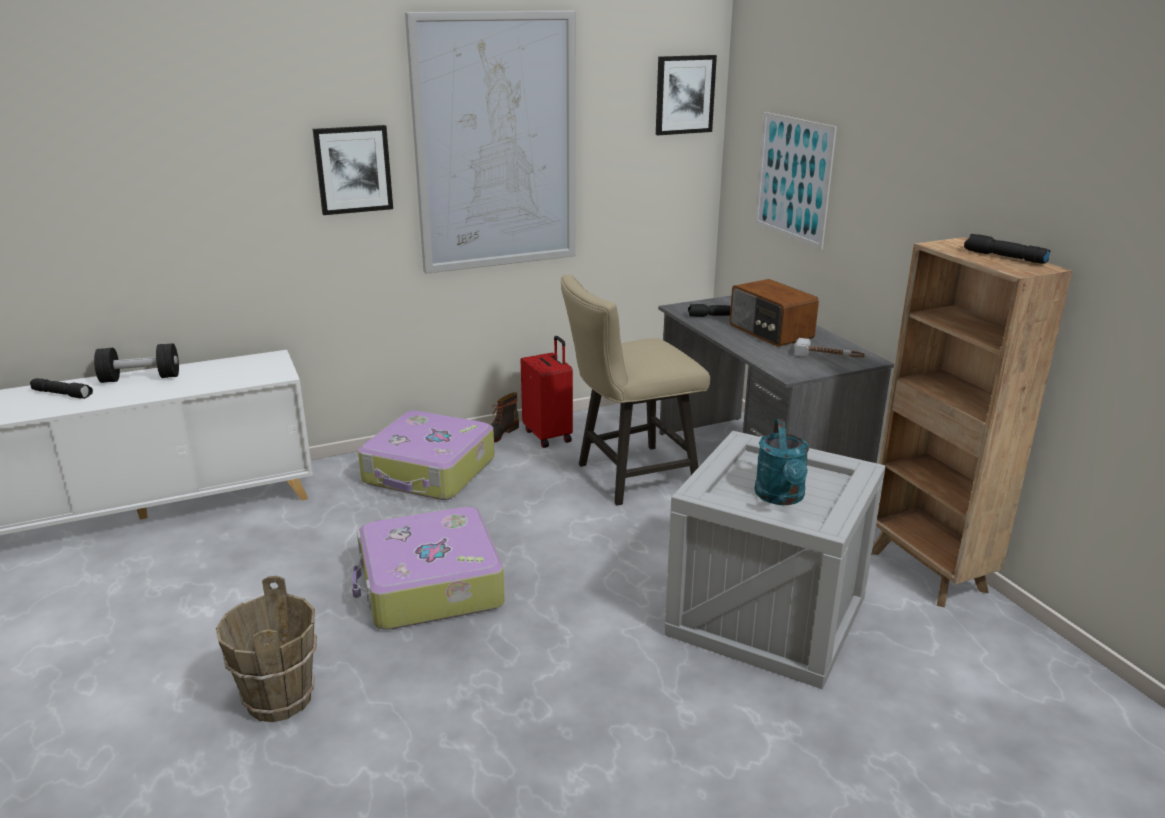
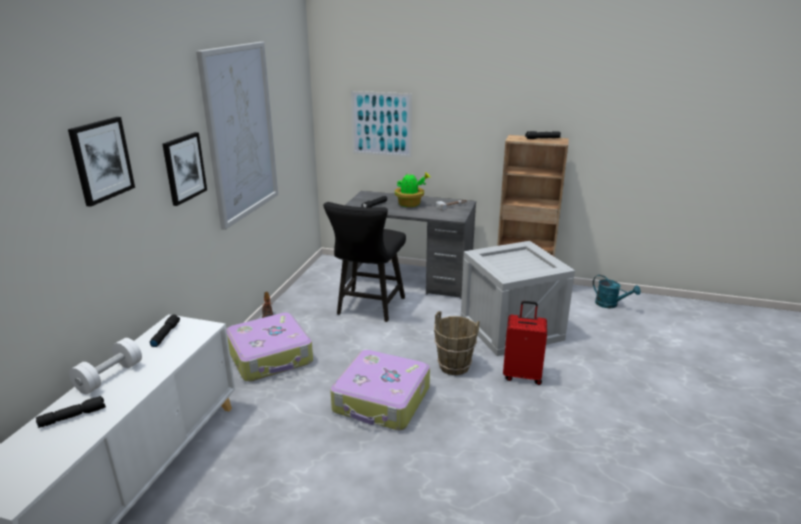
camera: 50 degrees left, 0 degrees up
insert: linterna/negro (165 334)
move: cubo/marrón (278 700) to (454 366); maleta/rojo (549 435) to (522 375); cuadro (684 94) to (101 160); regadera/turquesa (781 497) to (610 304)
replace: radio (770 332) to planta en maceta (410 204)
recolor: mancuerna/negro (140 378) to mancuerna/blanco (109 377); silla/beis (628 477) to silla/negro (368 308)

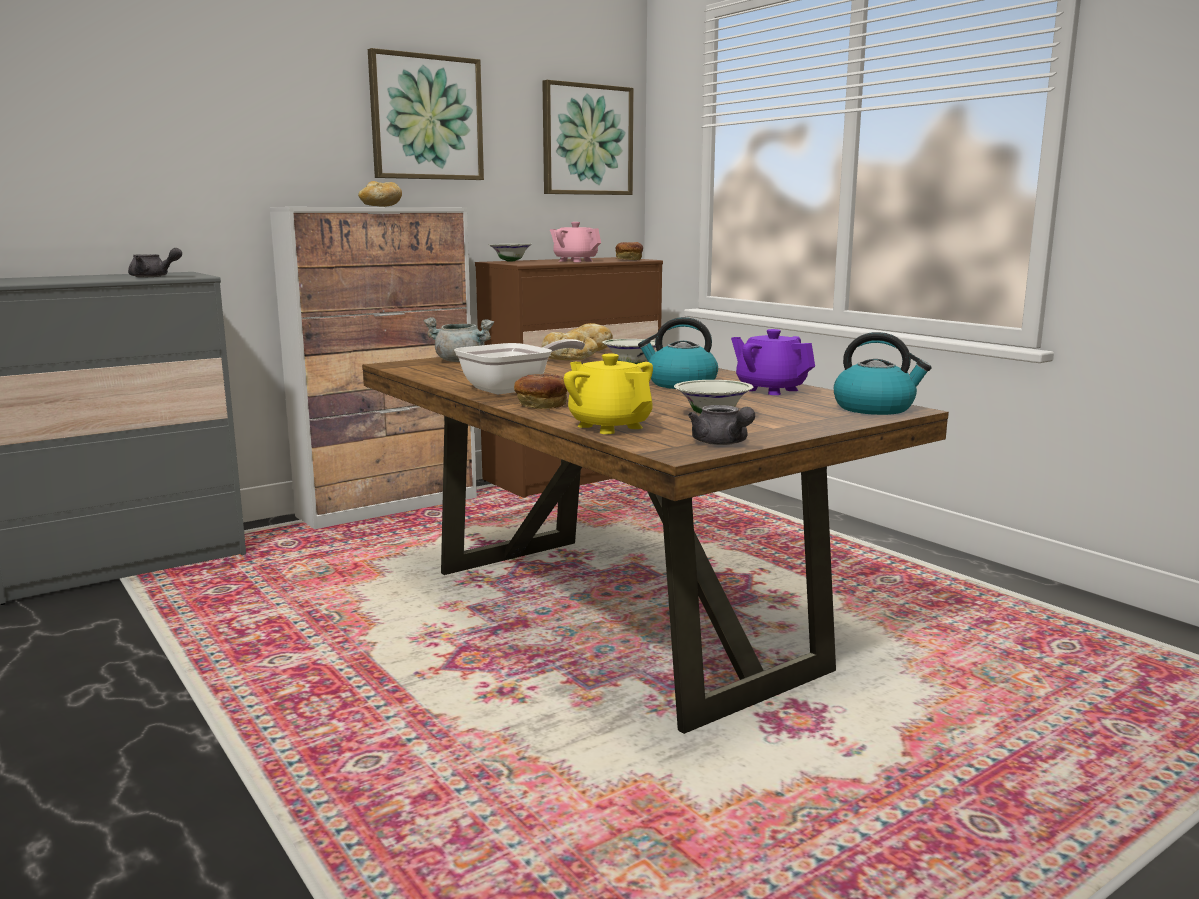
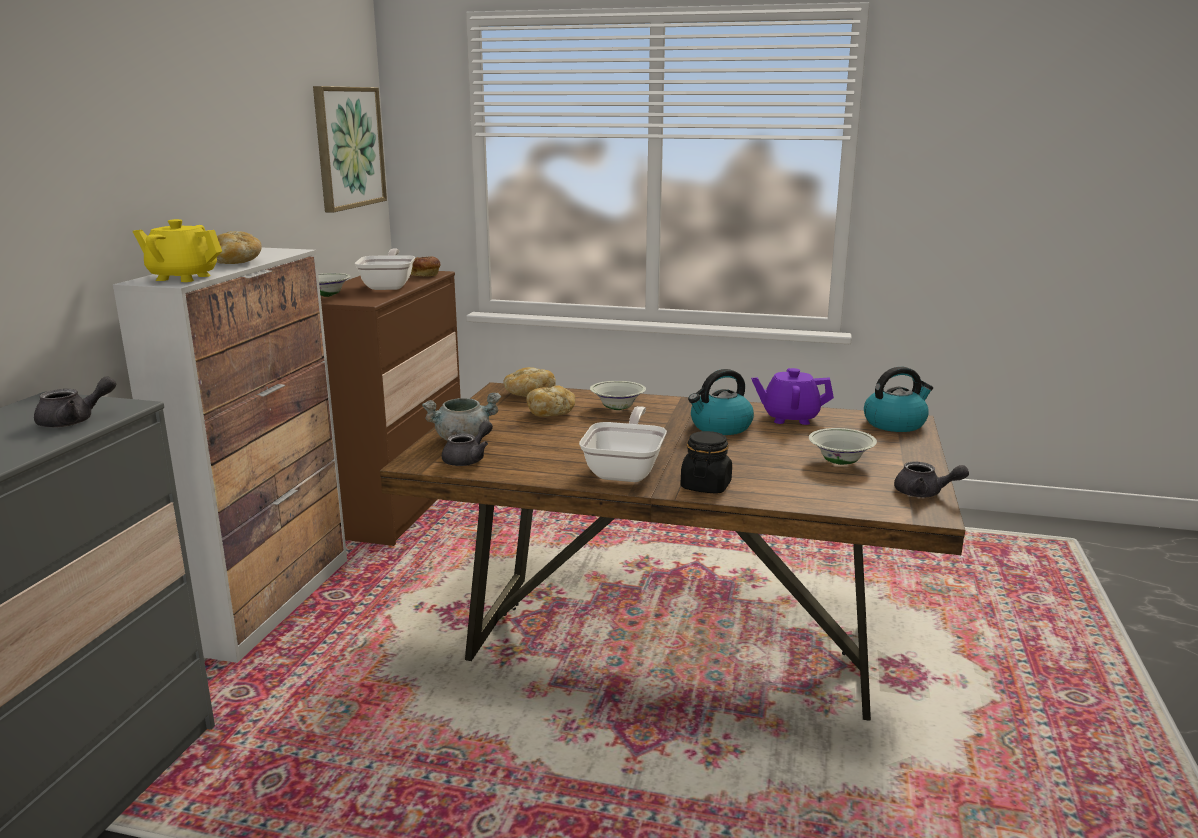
camera: 40 degrees left, 5 degrees up
delete: cuadro (426 118)
insert: tetera/gris (468 459)
move: tetera/amarillo (609 426) to (183 277)
replace: pan (541 405) to tarro/negro (706 486); tetera/rosa (575 261) to sartén (389 286)

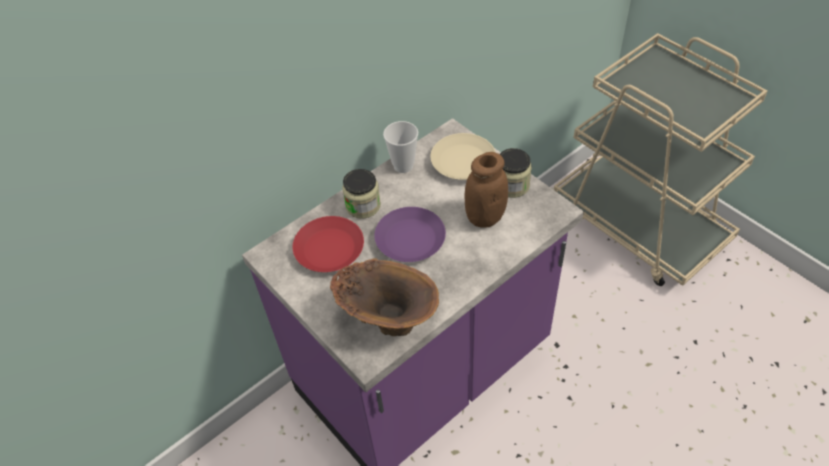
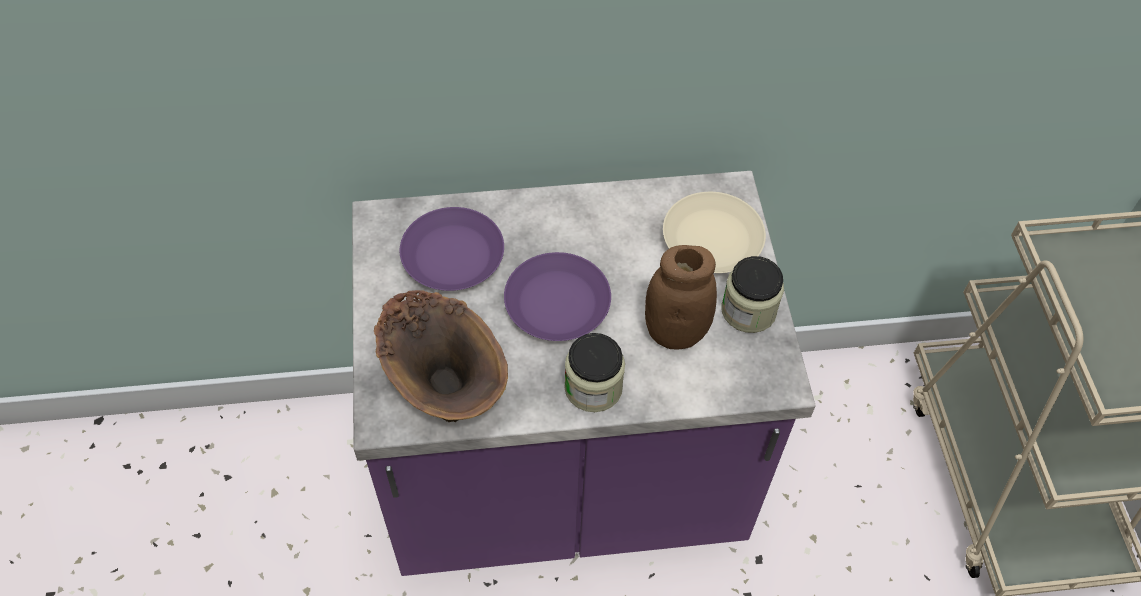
camera: 30 degrees right, 5 degrees up
delete: taza (403 166)
move: tarro (363 206) to (593 387)
recolor: plato/rojo (329 249) to plato/morado (452 257)

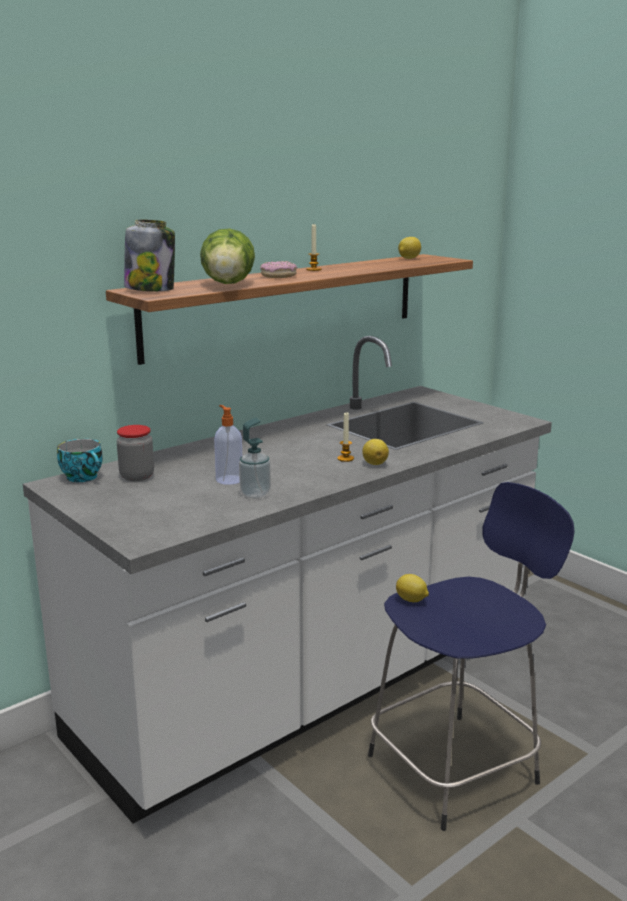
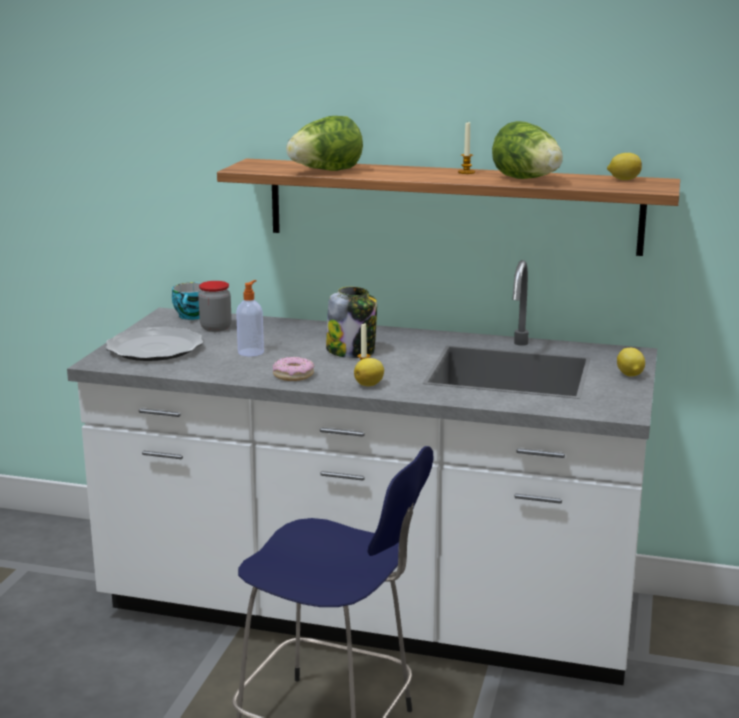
camera: 55 degrees right, 0 degrees up
delete: dispensador de jabón (255 494)
insert: plato (155 348); lechuga (527 179)
move: tarro (150 289) to (351 351); rosquilla (278 276) to (293 375); limón (411 600) to (629 375)

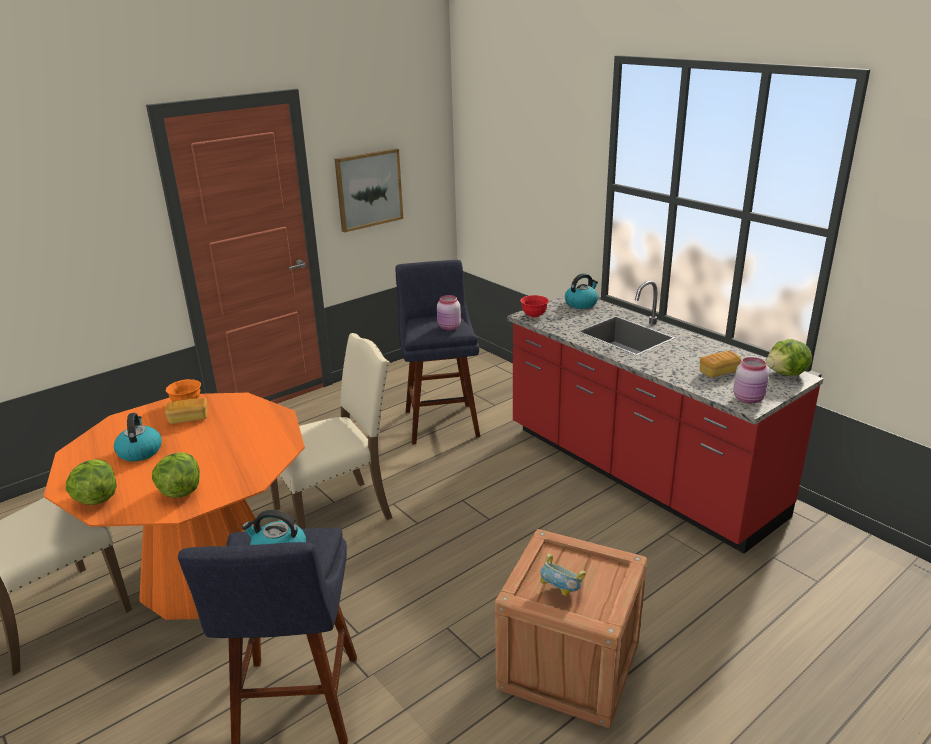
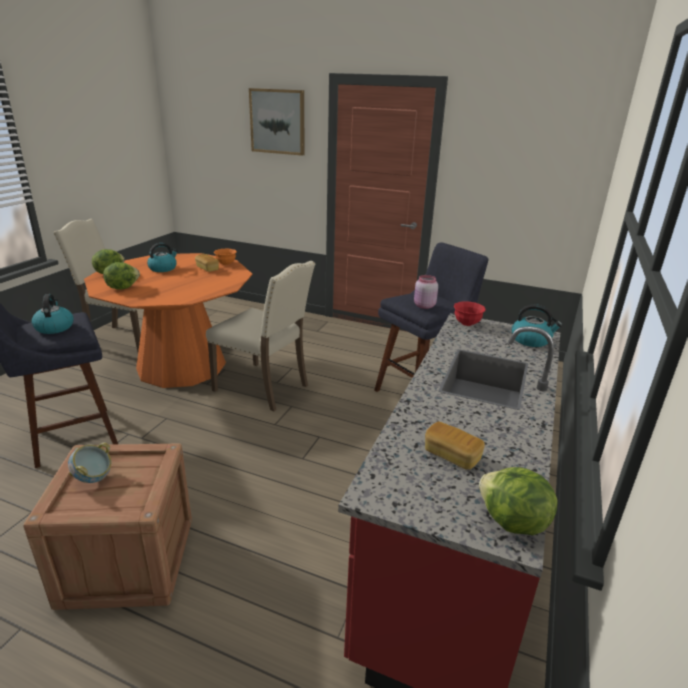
camera: 60 degrees right, 0 degrees up
delete: tarro/rosa (749 399)
move: cuadro (368 189) to (277 121)

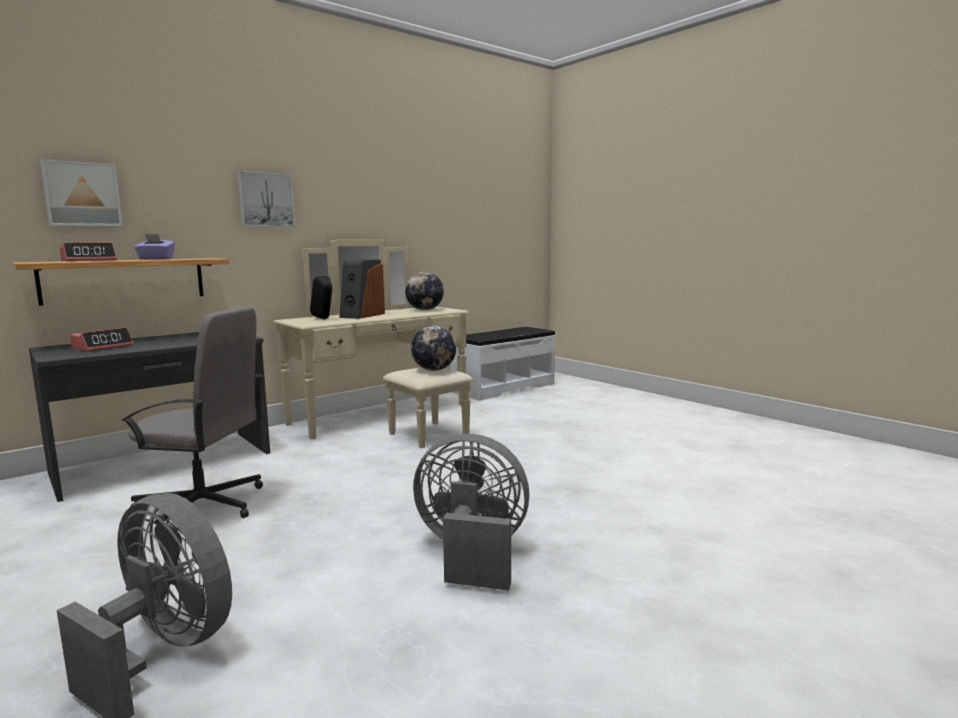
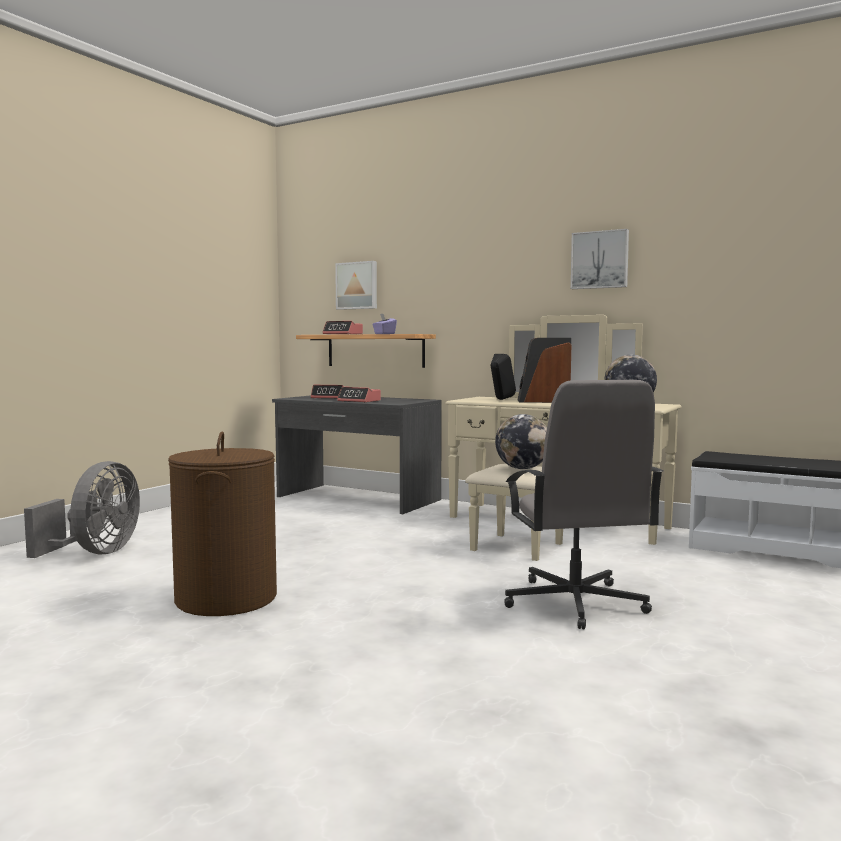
camera: 70 degrees right, 5 degrees down
insert: despertador (359 401)
move: silla de oficina/gris (203 506) to (574 603); cuadro (265 200) to (600 260)
replace: ventilador/gris (471 554) to cesto de la ropa/marrón (226 598)

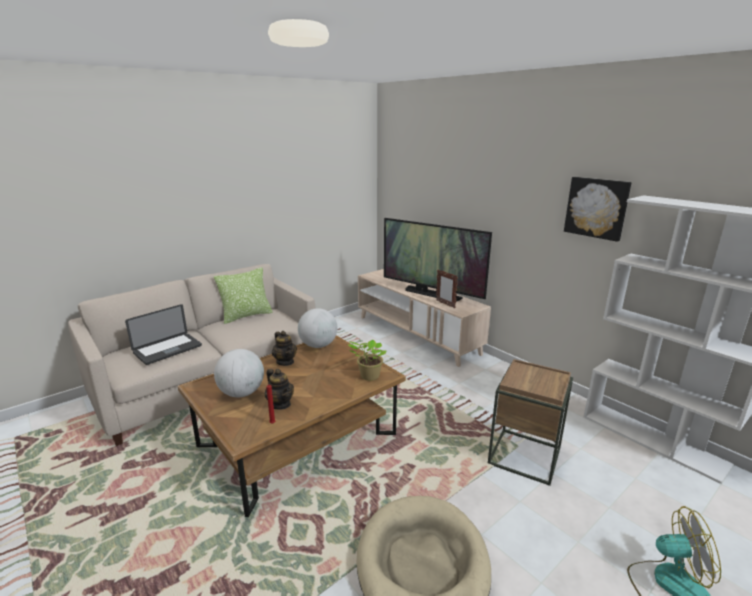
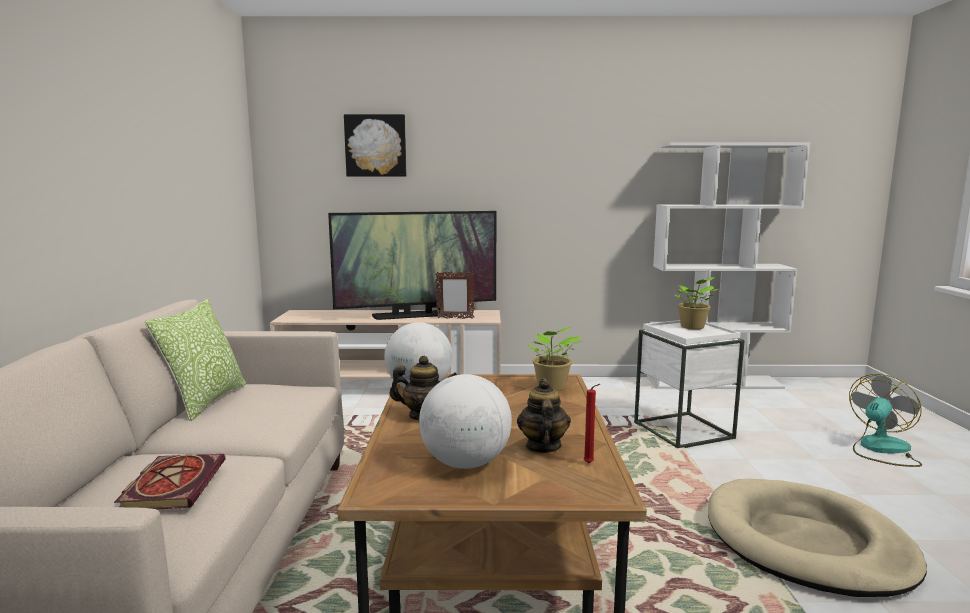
camera: 50 degrees left, 10 degrees down
insert: planta en maceta (693 327)
move: cuadro (597 208) to (376 146)
replace: portátil (168 349) to libro (173 484)
recolor: mesa auxiliar/marrón (524 456) to mesa auxiliar/blanco (683 430)
rotate: tetera (280 404) = (542 446) 90 degrees counterclockwise

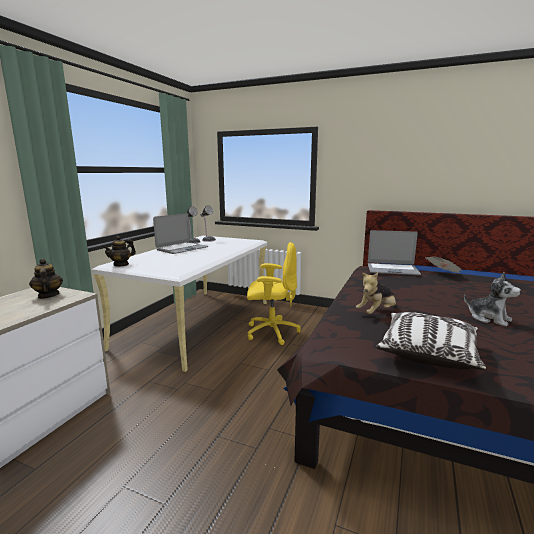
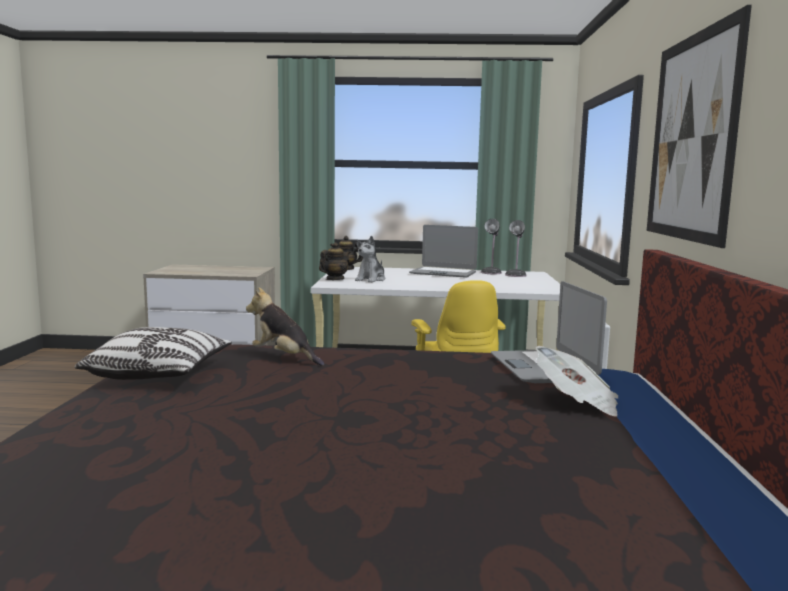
camera: 70 degrees right, 5 degrees down
insert: cuadro (691 137)
move: tetera (48 295) to (334 279); peluche (489 318) to (371 280)

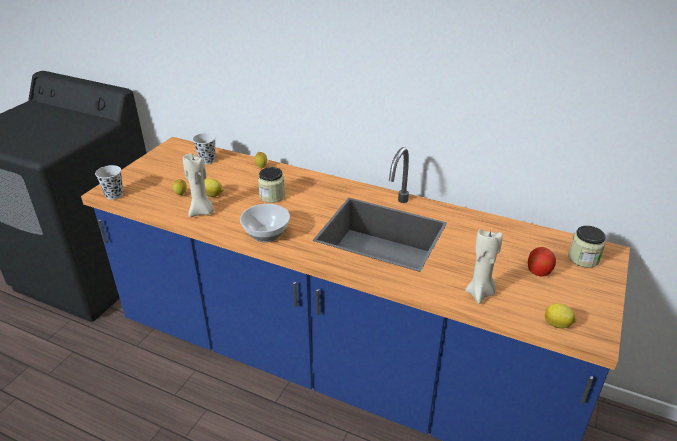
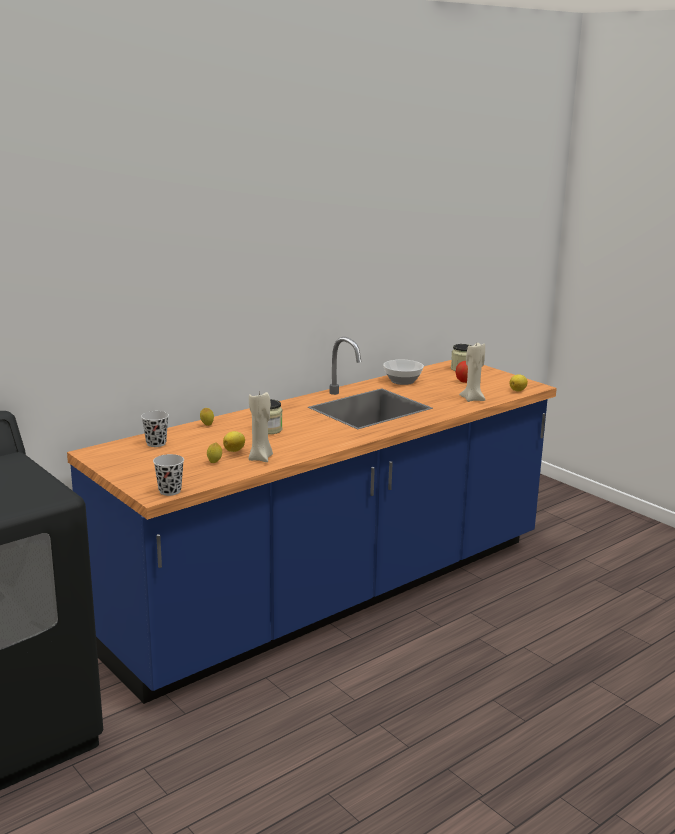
camera: 65 degrees left, 15 degrees down
move: cuenco (266 233) to (402 381)

